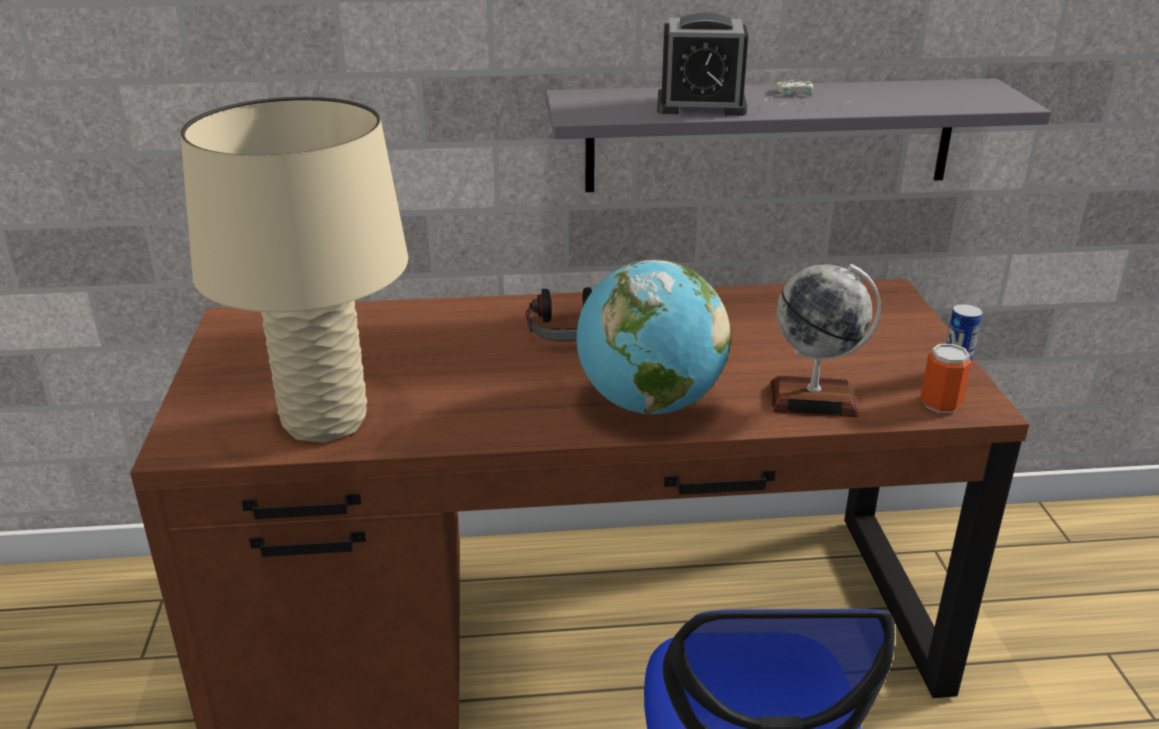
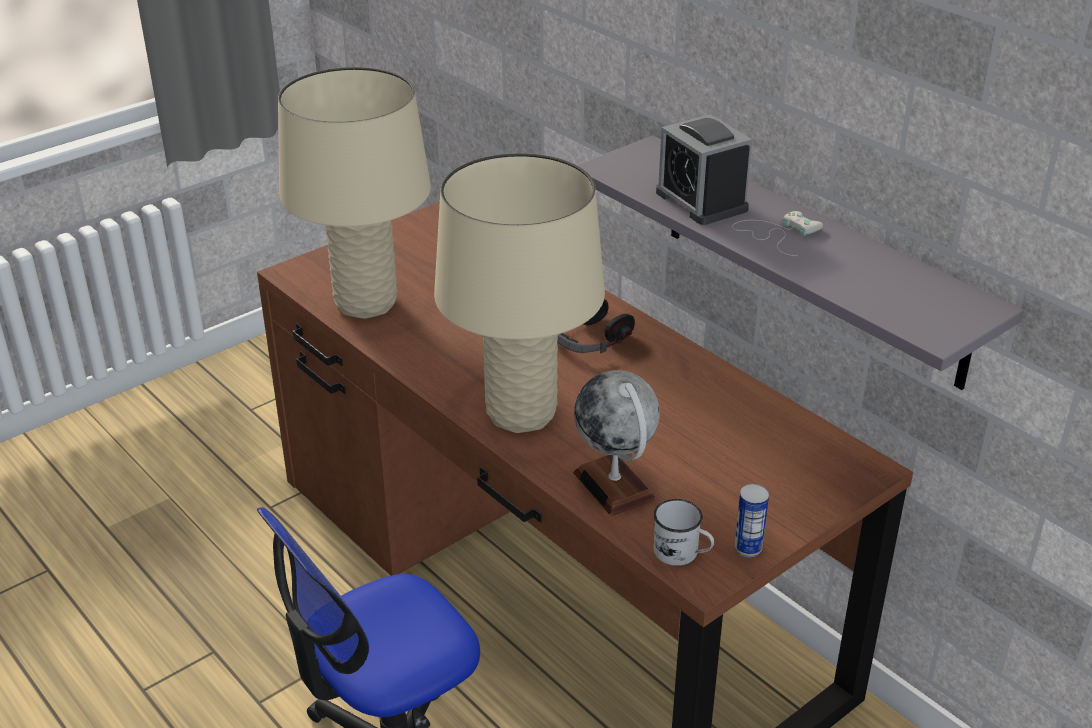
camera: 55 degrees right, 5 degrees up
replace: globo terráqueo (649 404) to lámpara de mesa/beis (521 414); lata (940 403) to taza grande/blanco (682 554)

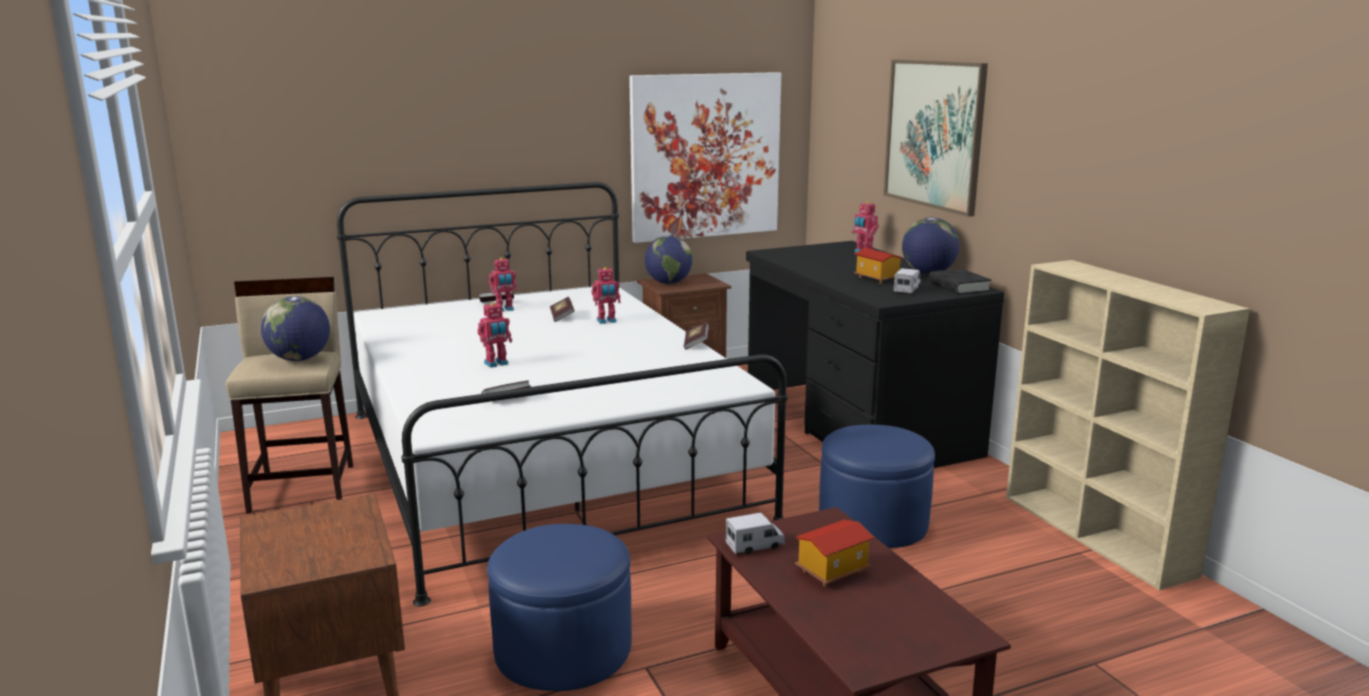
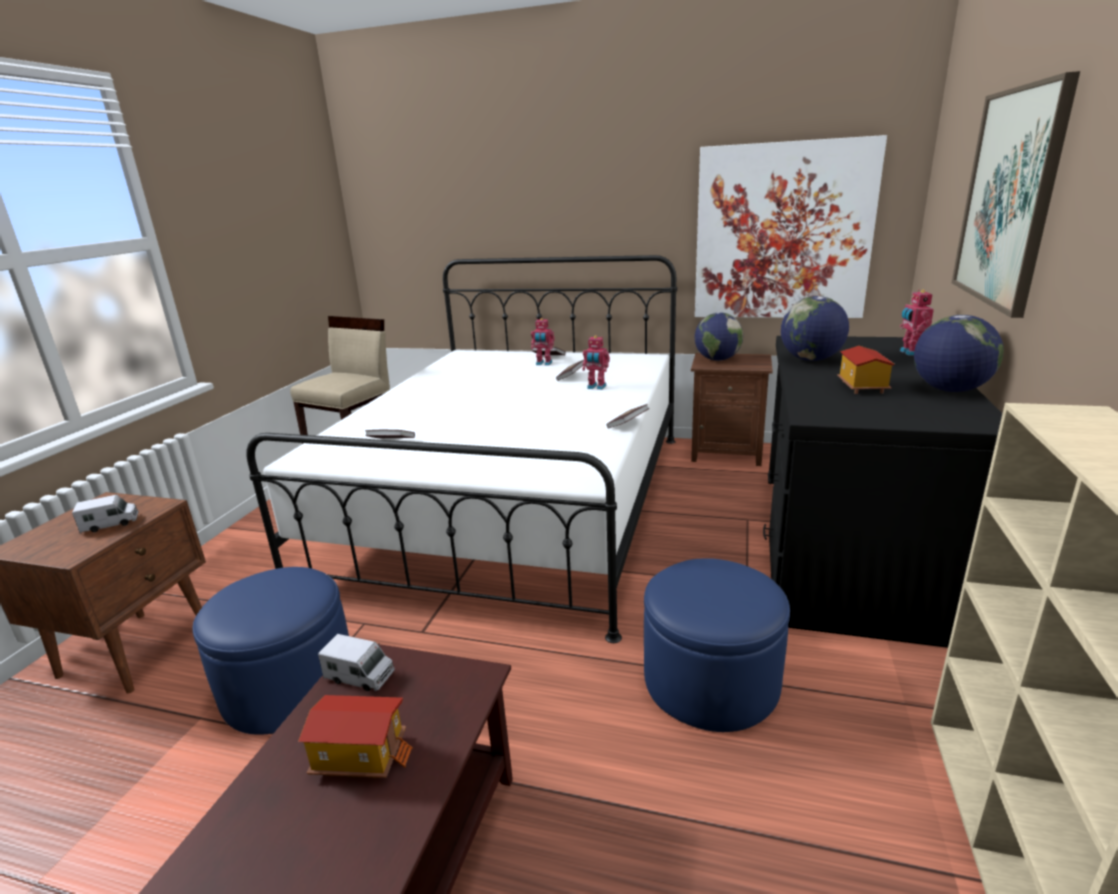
camera: 40 degrees right, 5 degrees up
delete: robot de juguete (497 364); libro/negro (958 287)
move: globo terráqueo (299 359) to (811 360); camión de juguete (907 289) to (110 524)

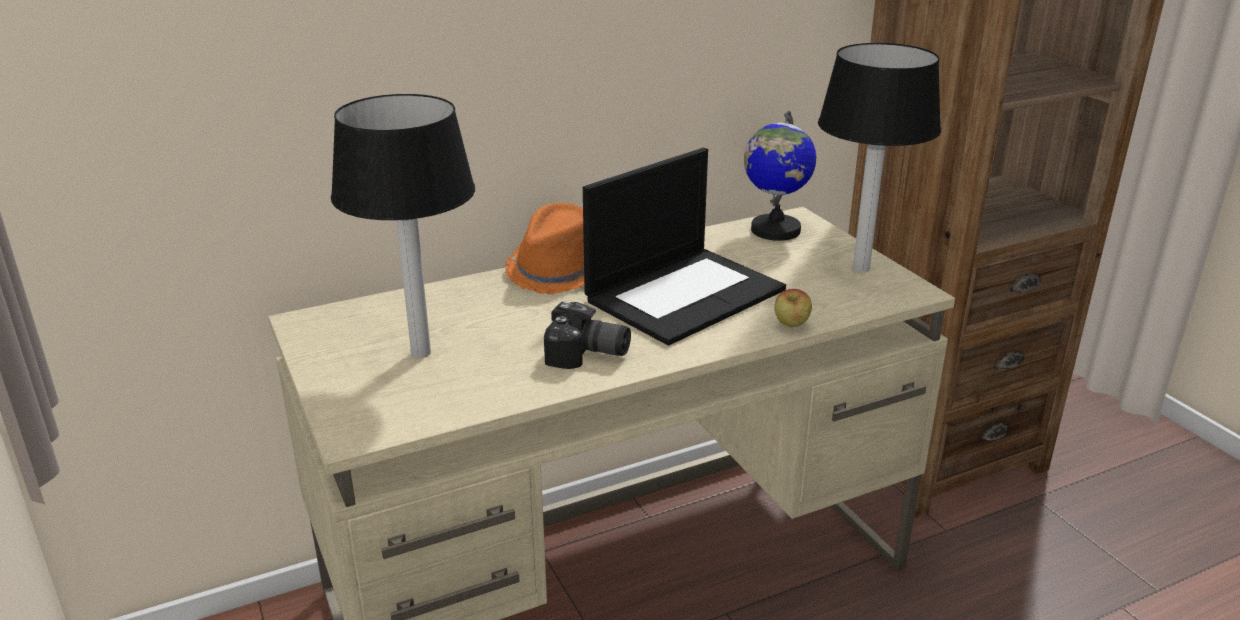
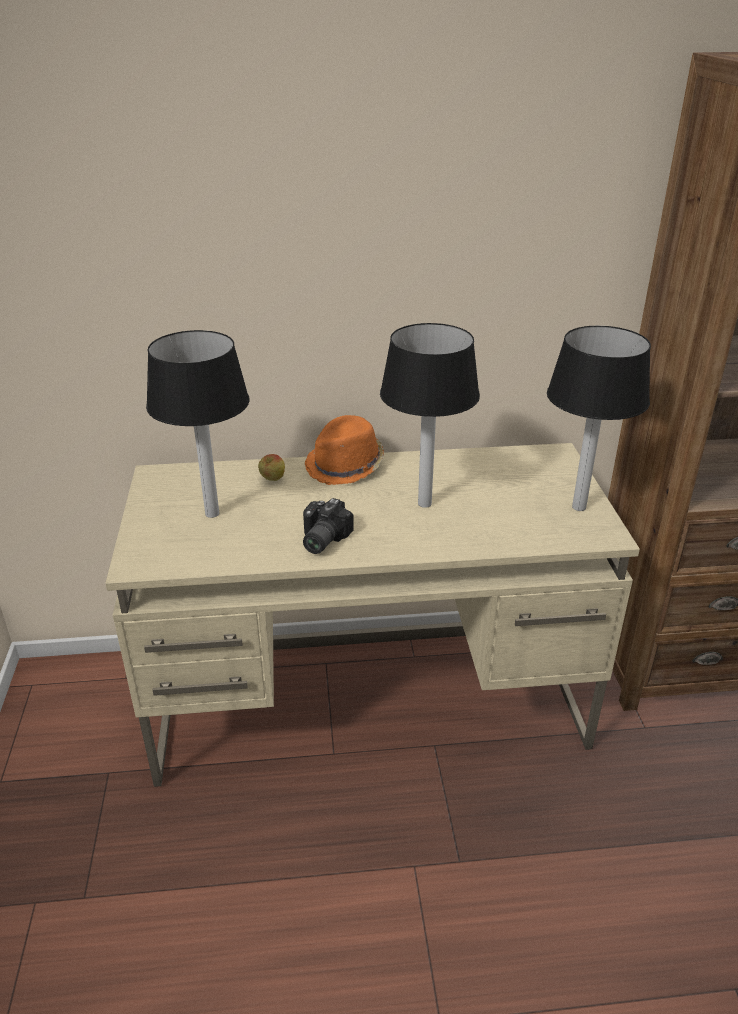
camera: 20 degrees right, 5 degrees up
delete: globo terráqueo (774 230)
move: manzana (791 326) to (272 480)
replace: portátil (685 294) to lámpara de mesa (424 503)
rotate: cámara (587 355) = (320 539) 75 degrees clockwise

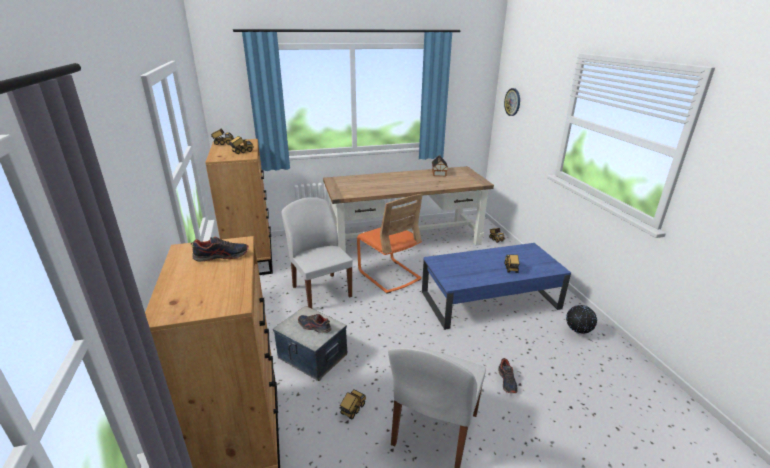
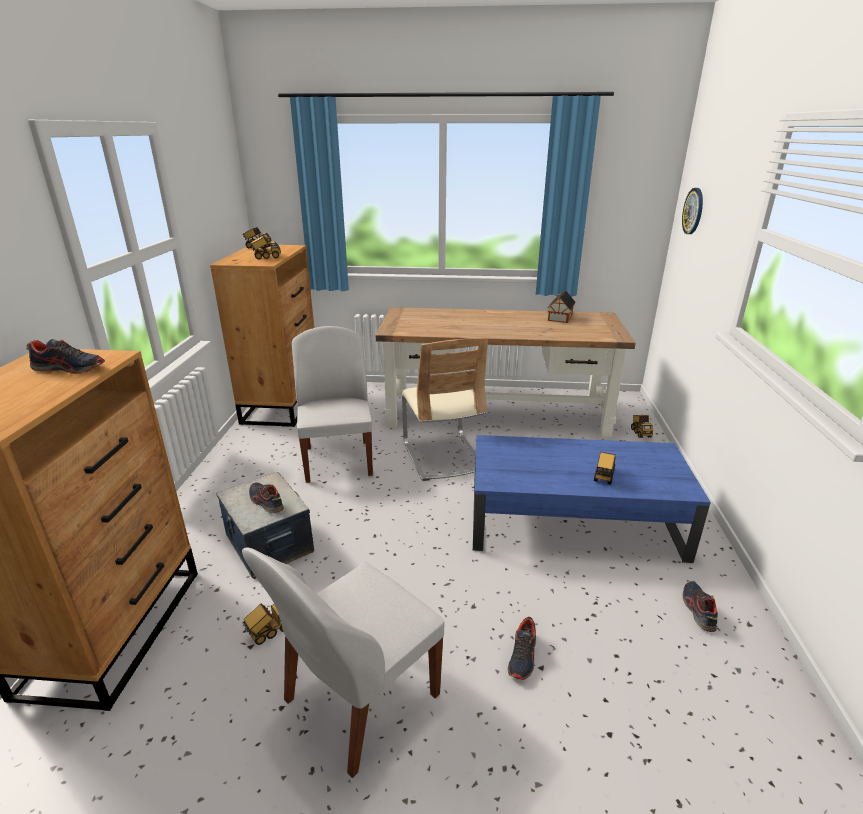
camera: 20 degrees right, 0 degrees up
replace: globo terráqueo (577 333) to zapato (698 610)
recolor: silla/naranja (389 275) to silla/beis (442 456)

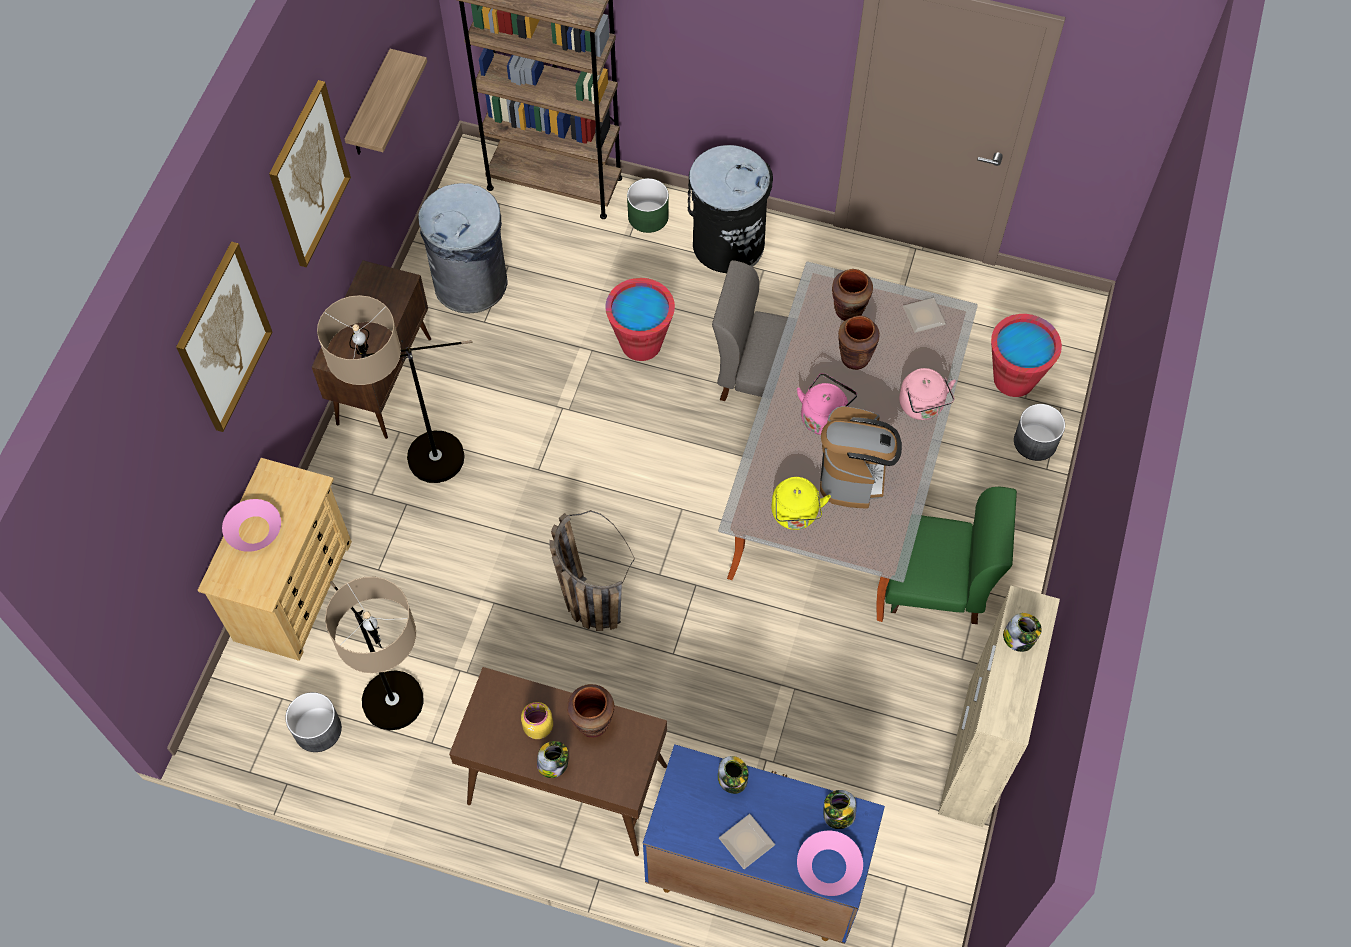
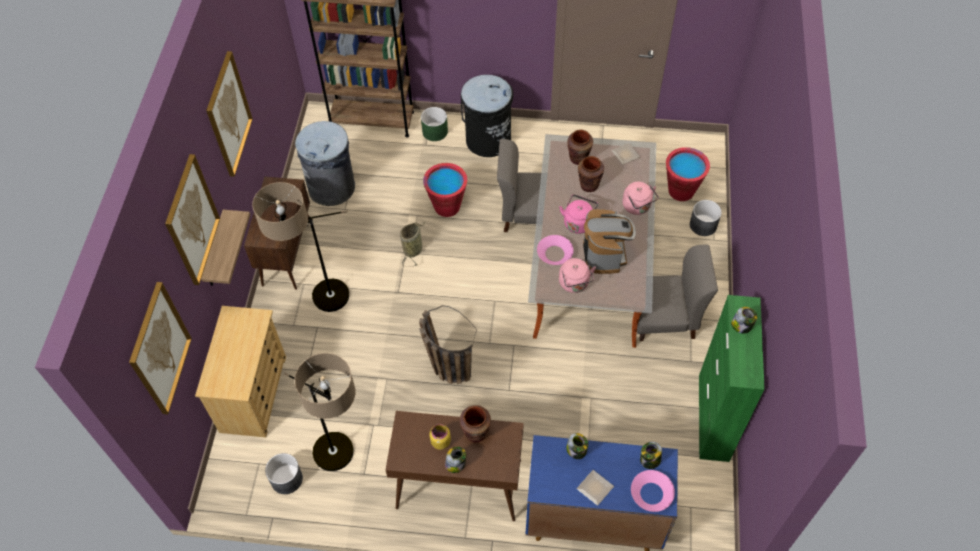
camera: 10 degrees left, 5 degrees down
insert: cuadro (159 349); cesta (413 249)
move: cuenco/rosa (254 529) to (554 253); estante (370 107) to (215 252)
recolor: hervidor/amarillo (795 515) to hervidor/rosa (574 284); silla/verde (936 584) to silla/gris (664 319); armario/beis (975 754) to armario/verde (713 418)

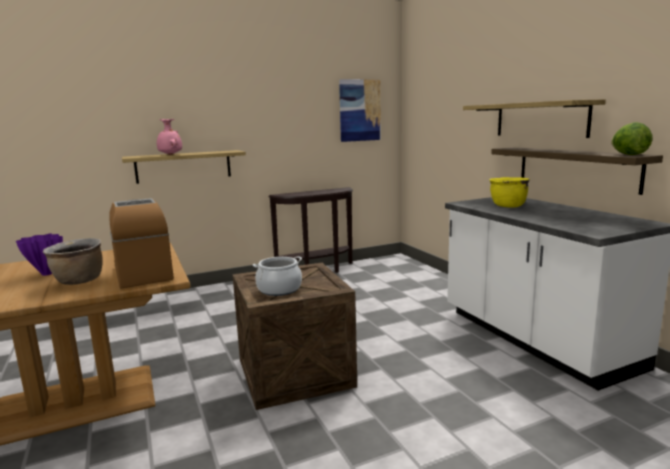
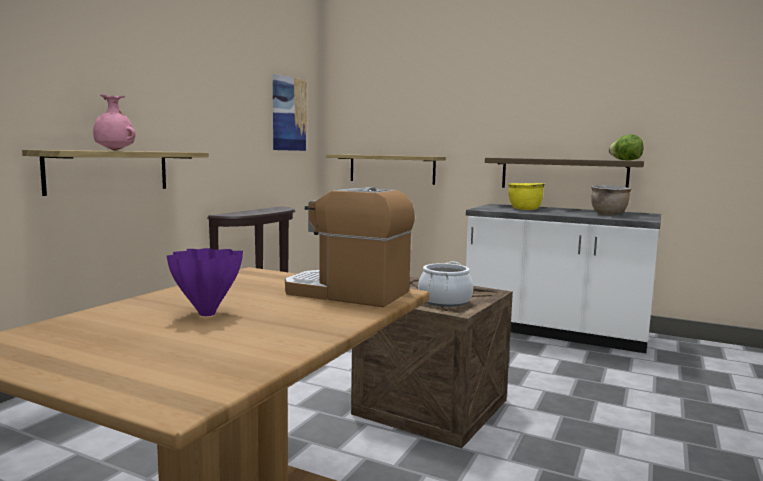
camera: 40 degrees left, 5 degrees down
move: olla/marrón (79 281) to (609 214); estante (540 119) to (391 169)

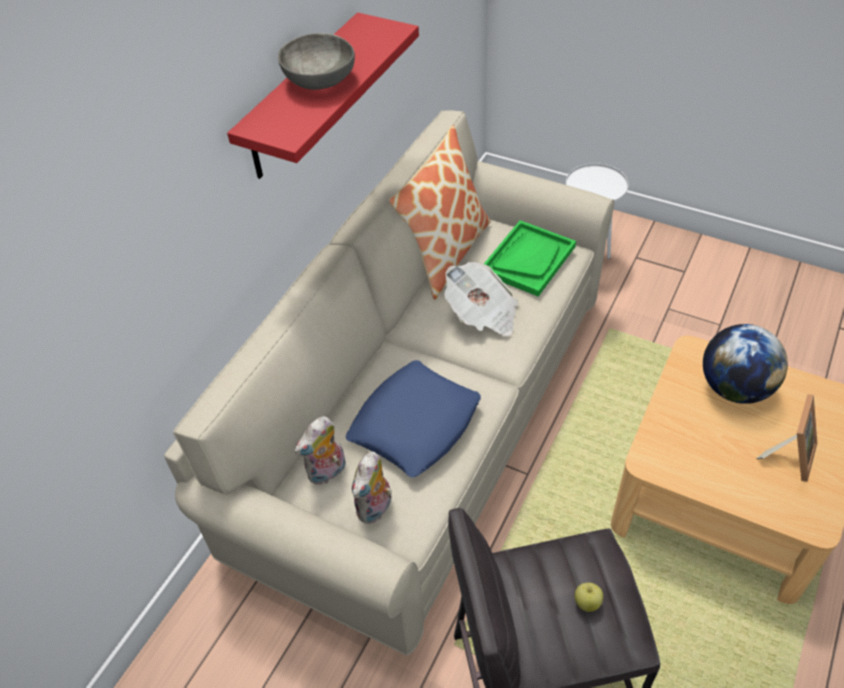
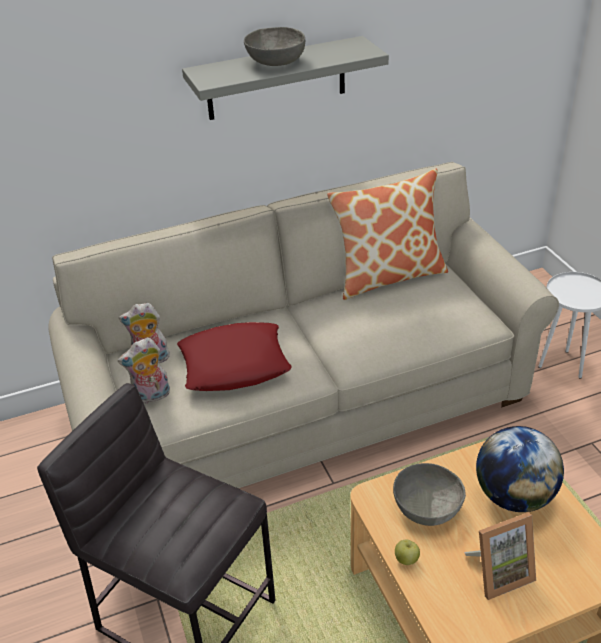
camera: 40 degrees right, 10 degrees down
delete: periódico (482 314); bandeja/verde (528 259)
insert: cuenco/gris (427 506)
move: manzana (587 602) to (406 559)
recolor: estante/rojo (302 98) to estante/gris (276 79); cojín/azul (415 424) to cojín/rojo (234 364)

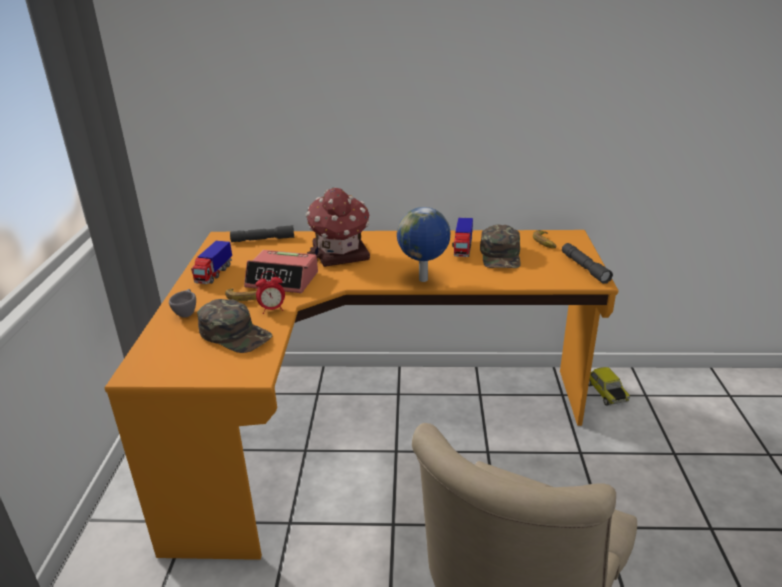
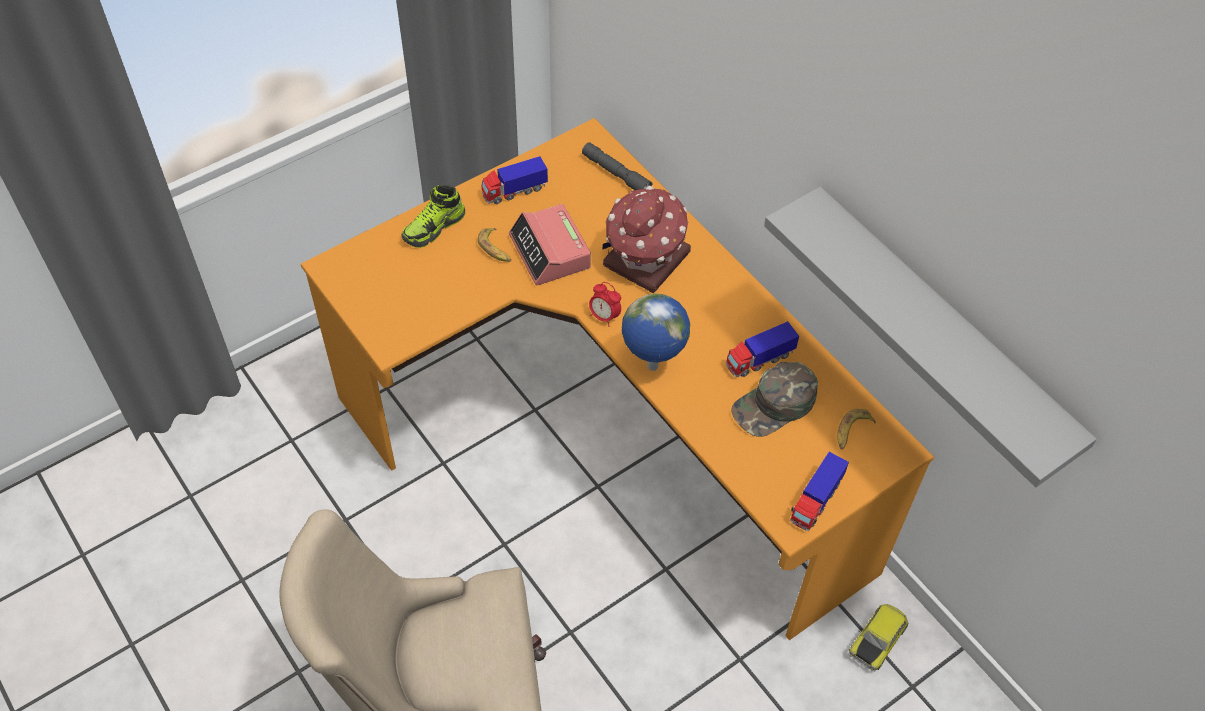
camera: 50 degrees right, 25 degrees up
delete: gorra/verde (235 334)
insert: estante/gris (939 330)
move: despertador (272 309) to (604 316)
replace: taza/gris (186 313) to zapato (434 228); linterna/gris (584 268) to camión de juguete (815 501)

